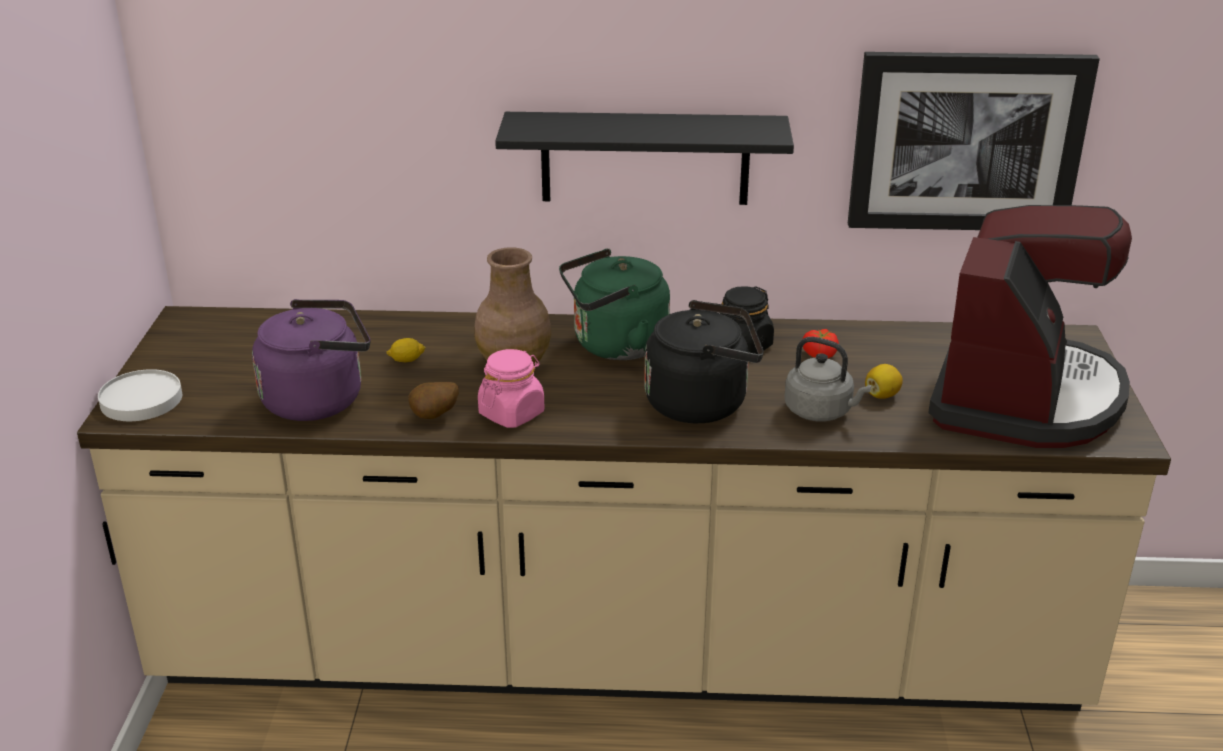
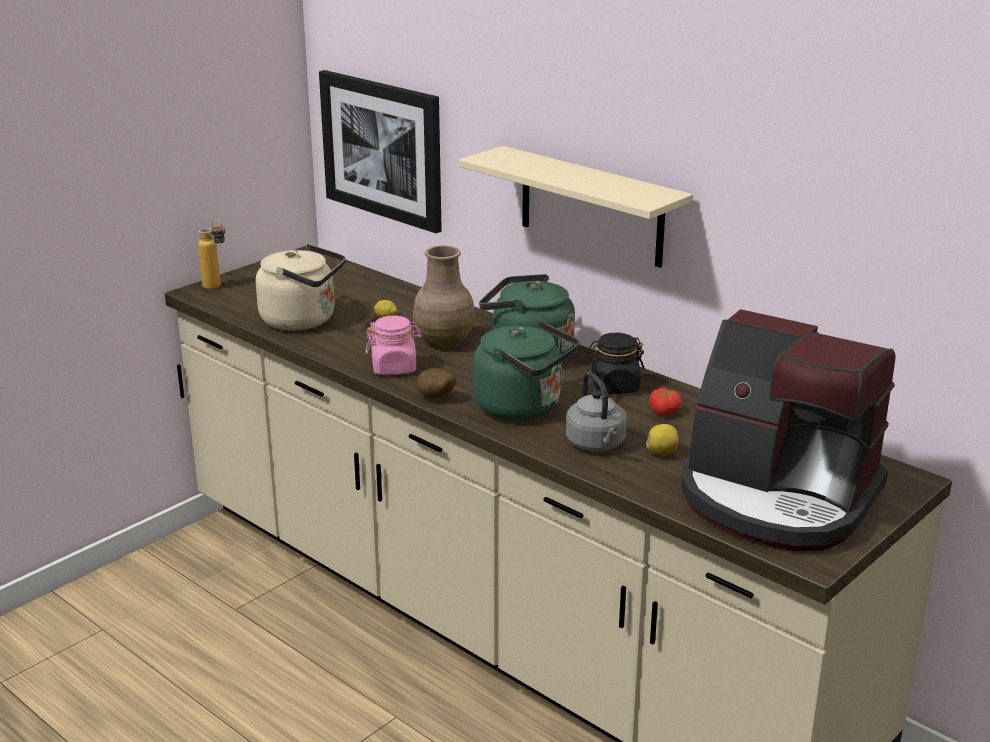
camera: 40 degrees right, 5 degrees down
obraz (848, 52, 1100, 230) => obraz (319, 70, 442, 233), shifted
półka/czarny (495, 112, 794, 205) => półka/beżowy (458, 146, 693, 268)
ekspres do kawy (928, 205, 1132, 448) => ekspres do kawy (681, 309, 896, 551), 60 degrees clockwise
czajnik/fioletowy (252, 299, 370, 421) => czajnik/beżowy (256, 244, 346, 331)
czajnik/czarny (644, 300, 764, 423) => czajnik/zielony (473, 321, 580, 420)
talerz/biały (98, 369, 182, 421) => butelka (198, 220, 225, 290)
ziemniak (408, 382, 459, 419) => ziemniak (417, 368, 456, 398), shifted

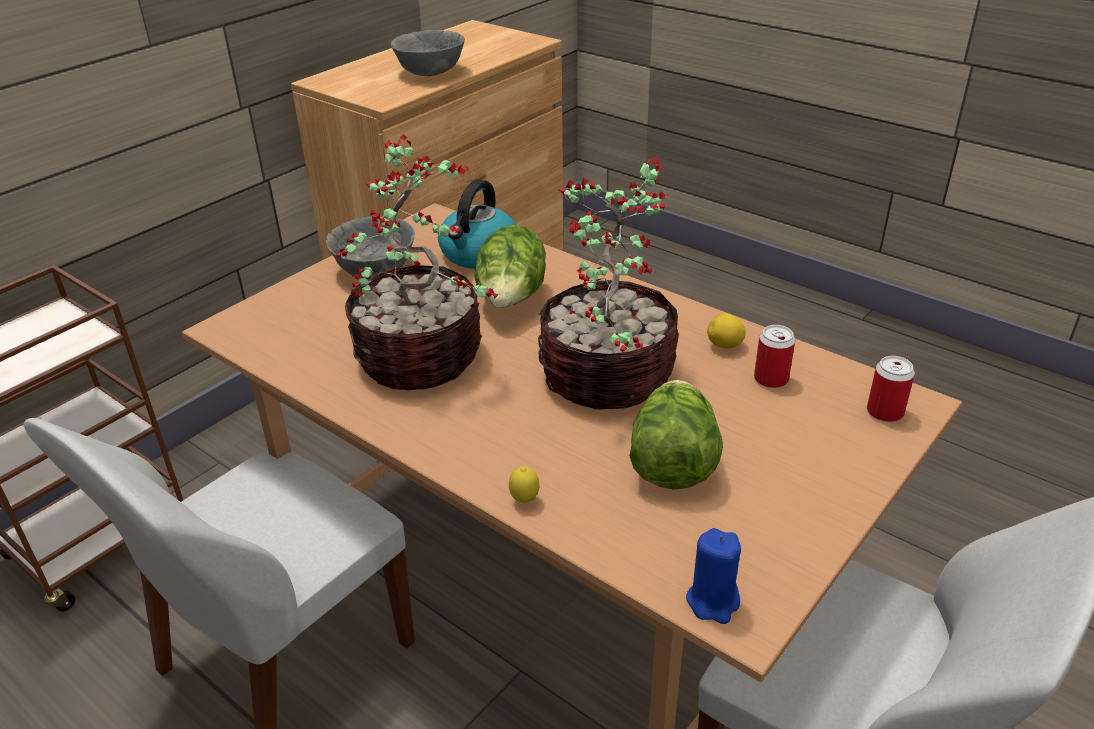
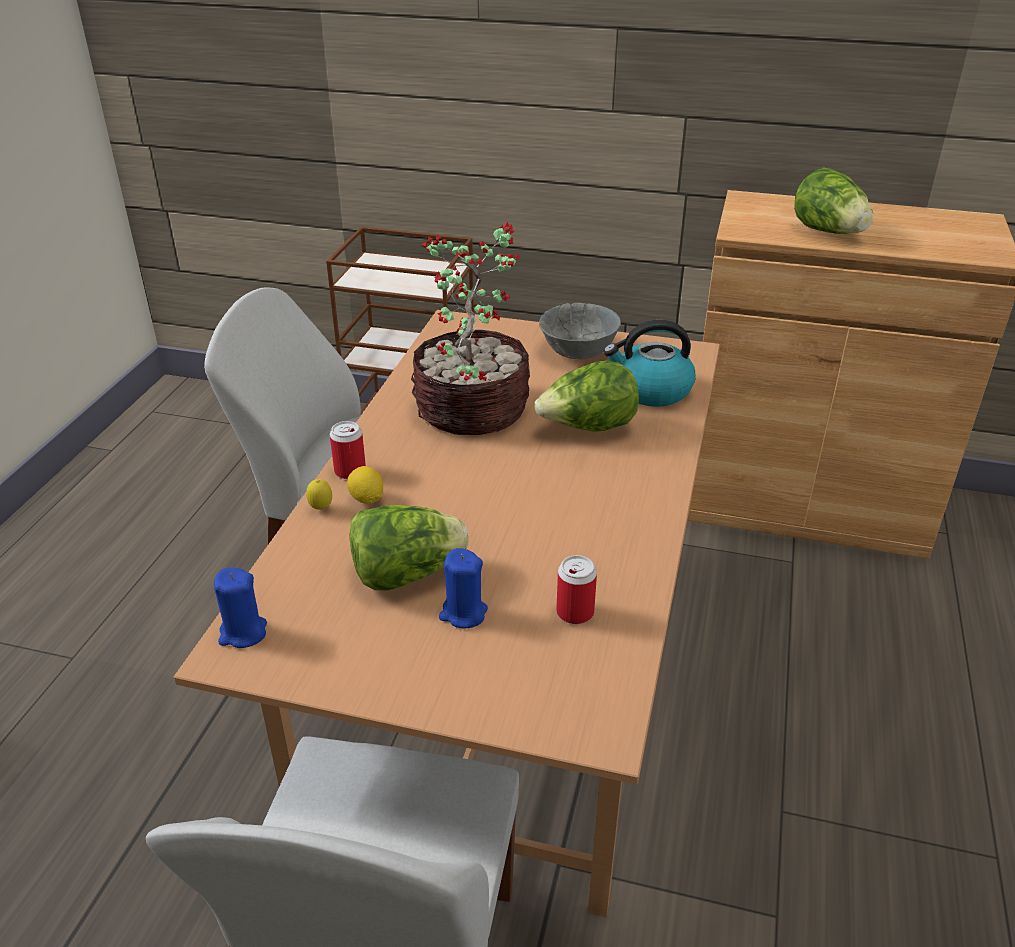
camera: 65 degrees right, 0 degrees up
miska/szary (391, 30, 465, 76) => sałata (794, 168, 873, 234)
roślina doniczkowa (538, 156, 679, 410) => nothing
cytryna (707, 313, 746, 348) => cytryna (347, 466, 383, 504), shifted
puszka (867, 356, 915, 422) => puszka (330, 421, 366, 479), shifted
nothing => świeca/niebieski (439, 548, 488, 628)

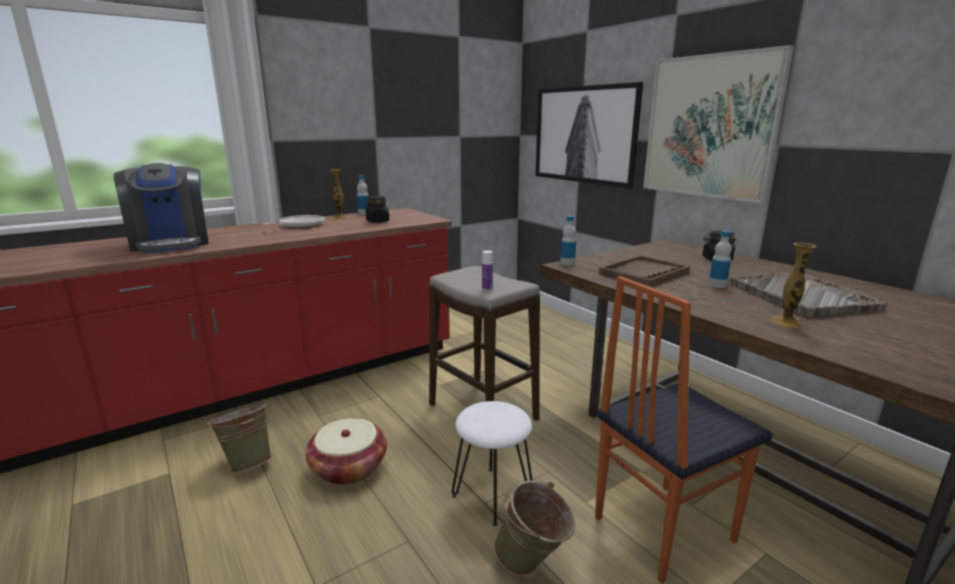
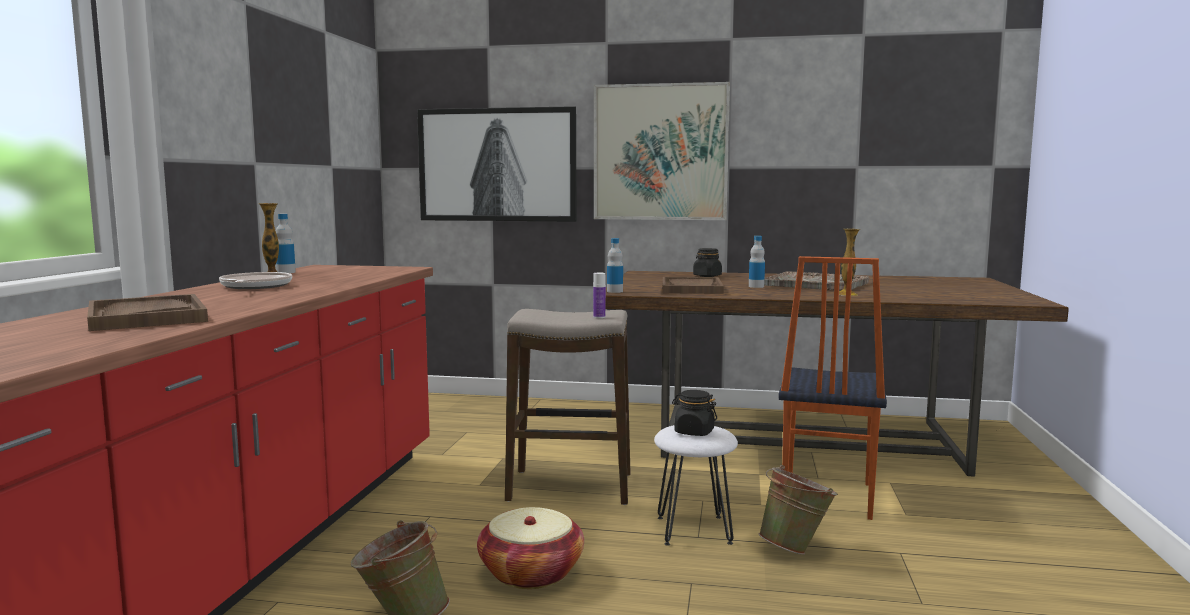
camera: 45 degrees left, 10 degrees down
ekspres do kawy (114, 163, 209, 253) => taca/brązowy (87, 294, 208, 331)
słoik/czarny (366, 196, 389, 223) => słoik/czarny (672, 390, 717, 436), shifted

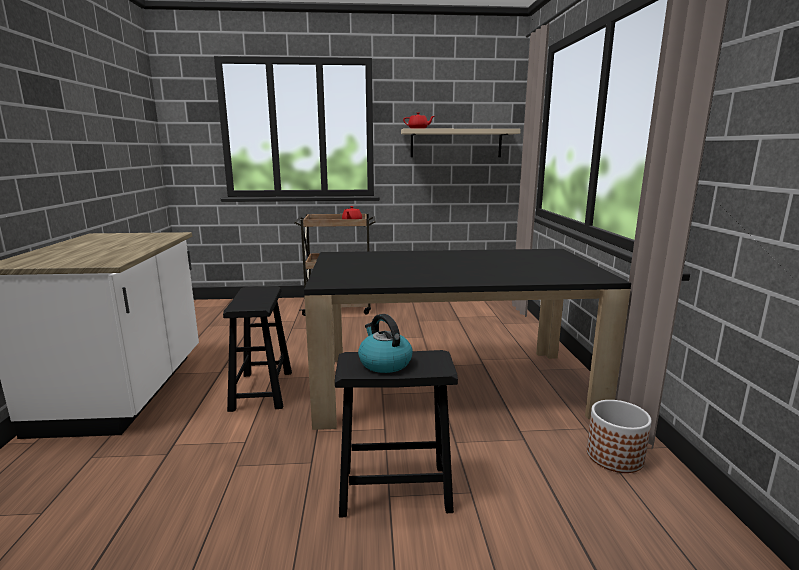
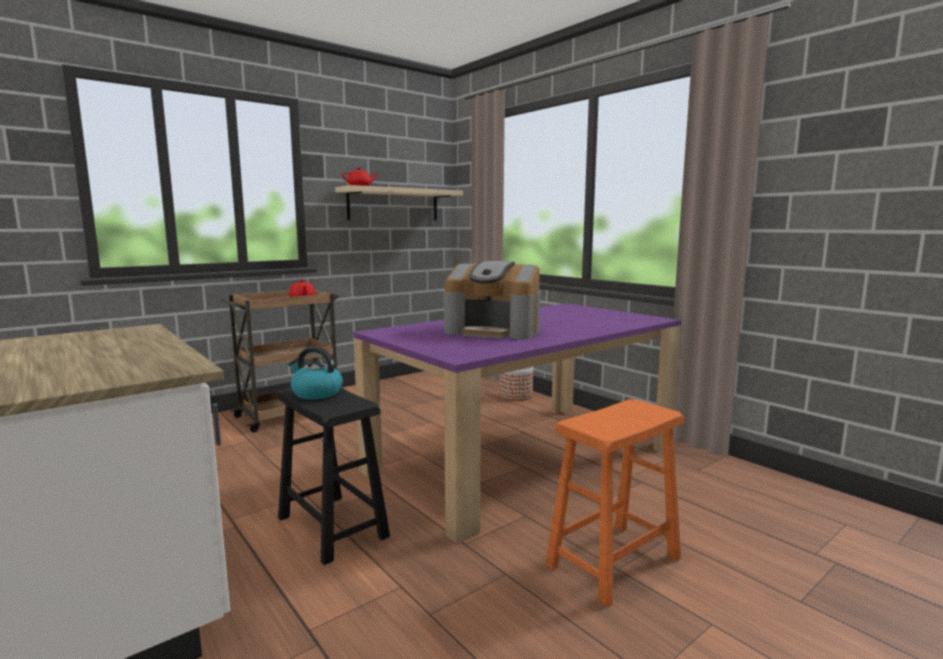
camera: 35 degrees left, 5 degrees down
stół jadalny/czarny (304, 249, 631, 430) => stół jadalny/fioletowy (353, 303, 681, 544)
czajnik (358, 314, 413, 373) => czajnik (288, 346, 343, 399), shifted
stołek/czarny (335, 350, 458, 517) => stołek/pomarańczowy (545, 399, 684, 607)
donica (587, 400, 652, 473) => donica (500, 367, 533, 401), shifted
nothing => ekspres do kawy (444, 261, 540, 339)

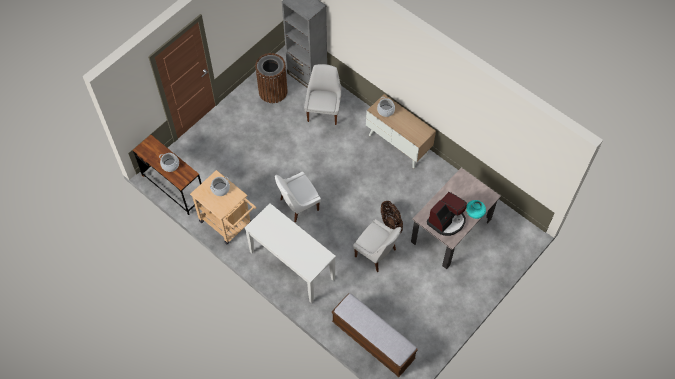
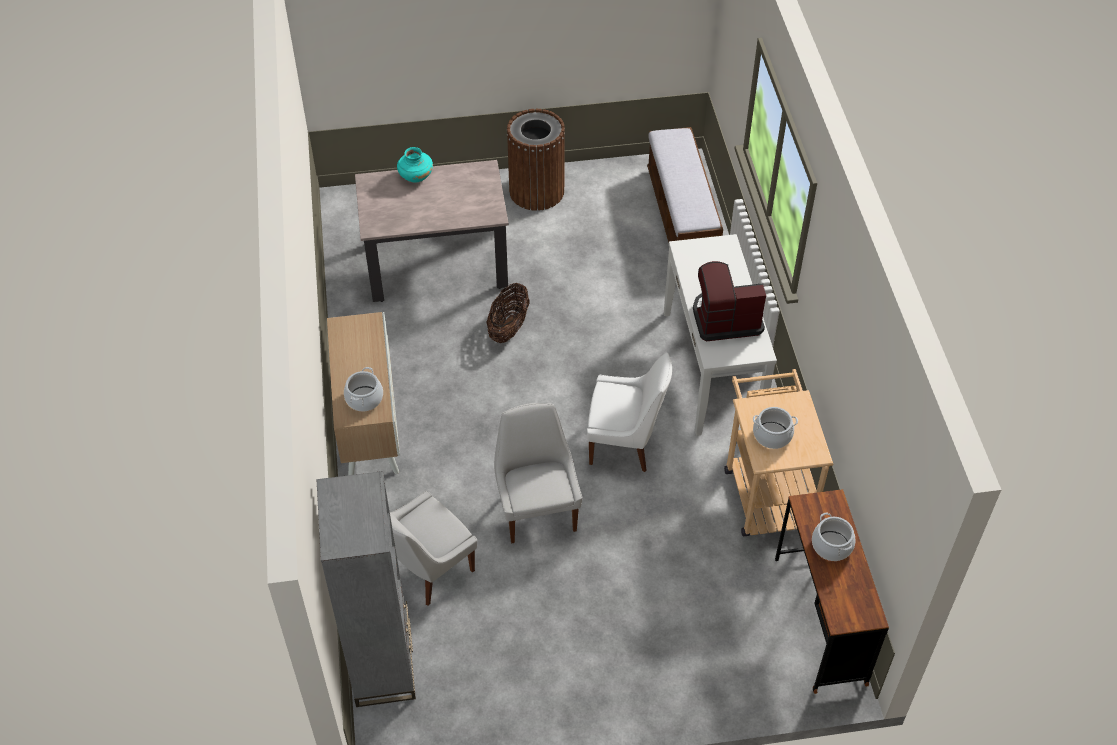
camera: 140 degrees left, 10 degrees down
kosz na śmieci/brązowy (255, 53, 288, 103) => kosz na śmieci/brązowy (507, 109, 565, 211), shifted
ekspres do kawy (427, 192, 467, 236) => ekspres do kawy (693, 261, 766, 342), shifted
krzesło/biały (353, 219, 401, 272) => krzesło/biały (494, 403, 582, 543), shifted

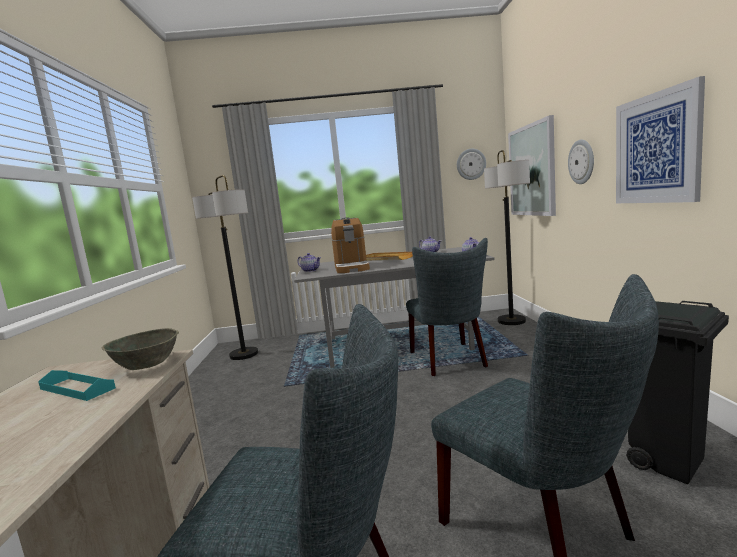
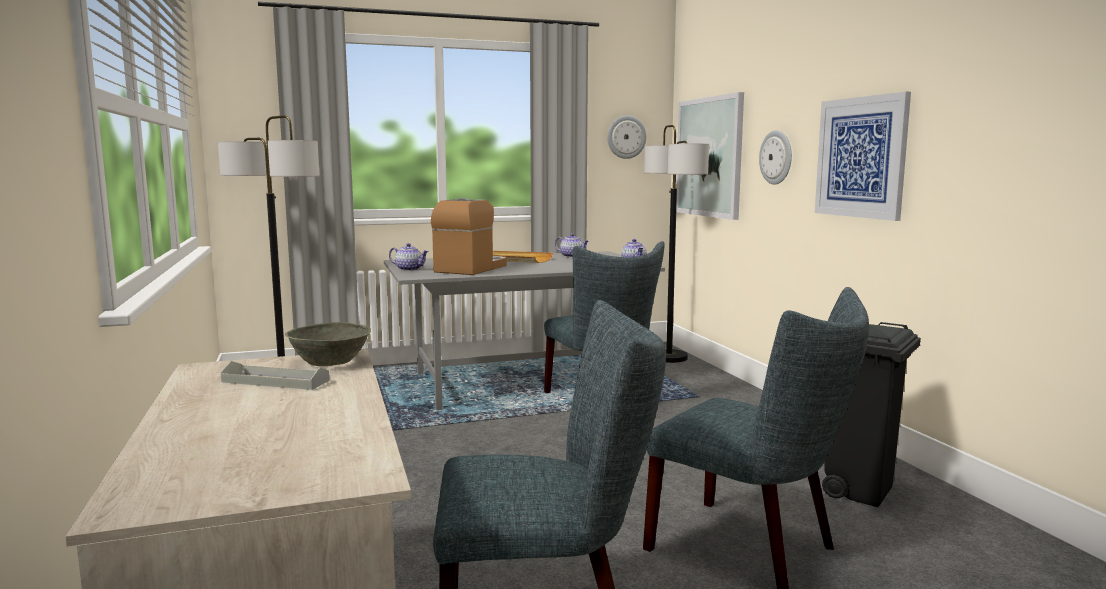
camera: 15 degrees left, 0 degrees up
ekspres do kawy (331, 217, 370, 273) => ekspres do kawy (431, 198, 507, 275), 135 degrees counterclockwise
taca/turkusowy (38, 370, 116, 401) => taca/szary (221, 361, 329, 390)

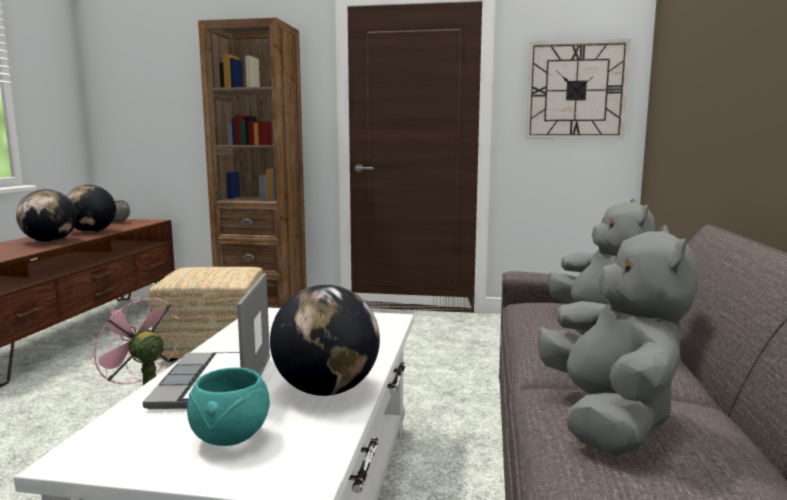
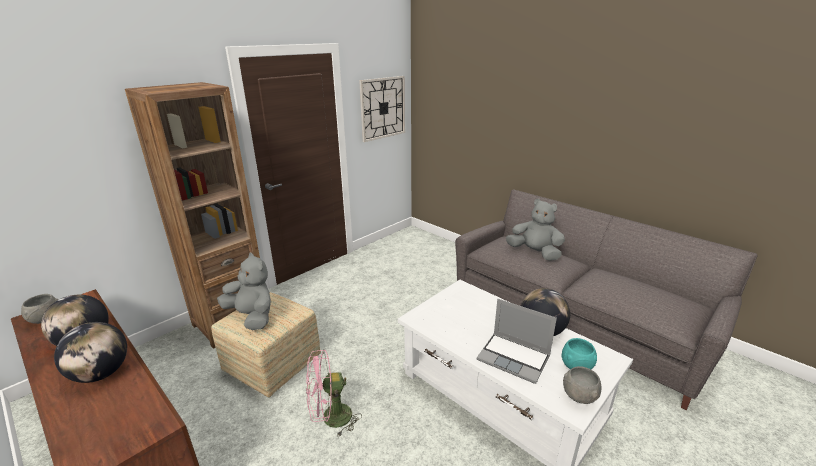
camera: 55 degrees left, 15 degrees up
pluszak/szary (537, 225, 697, 456) => pluszak/szary (217, 253, 271, 330), shifted
nothing => miska/szary (563, 366, 601, 404)

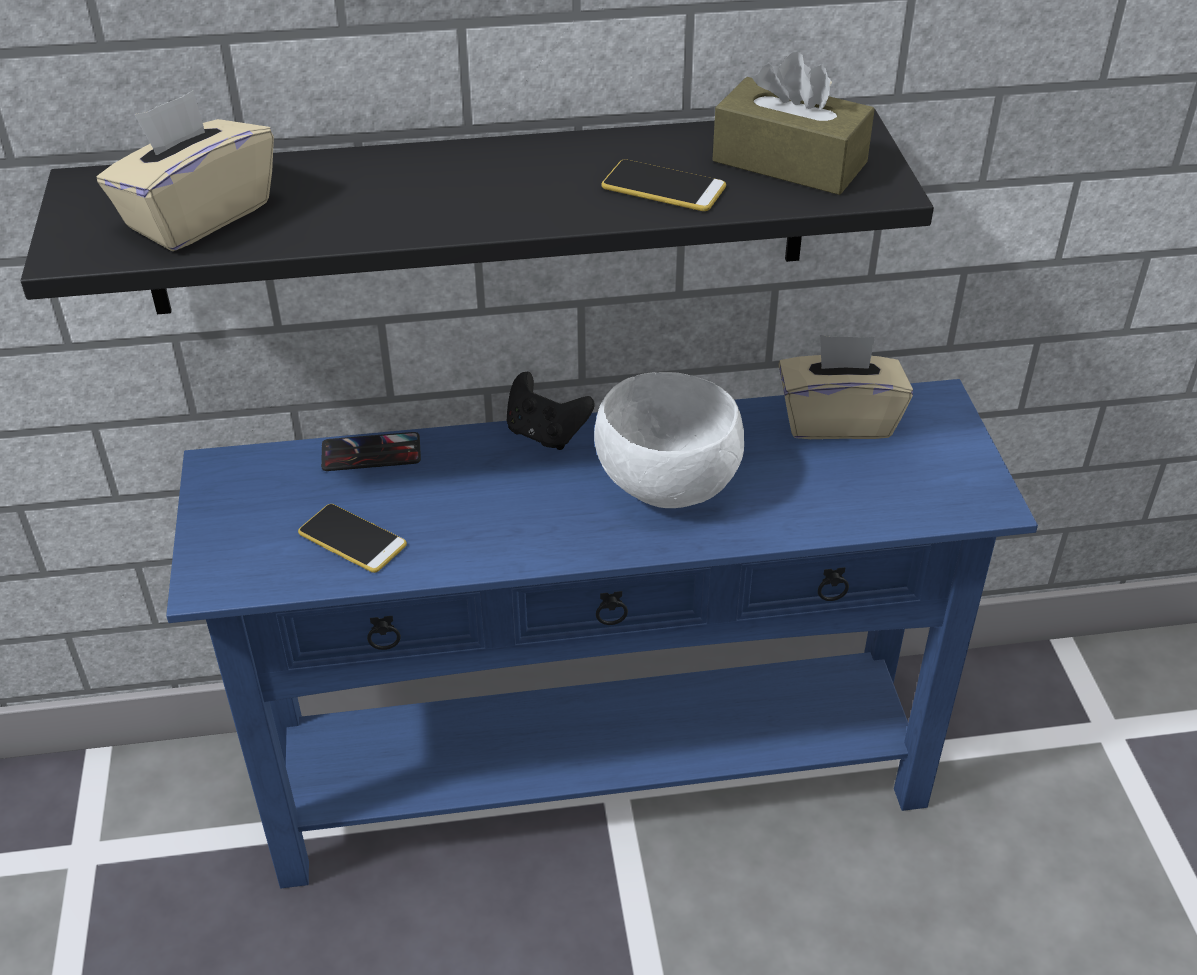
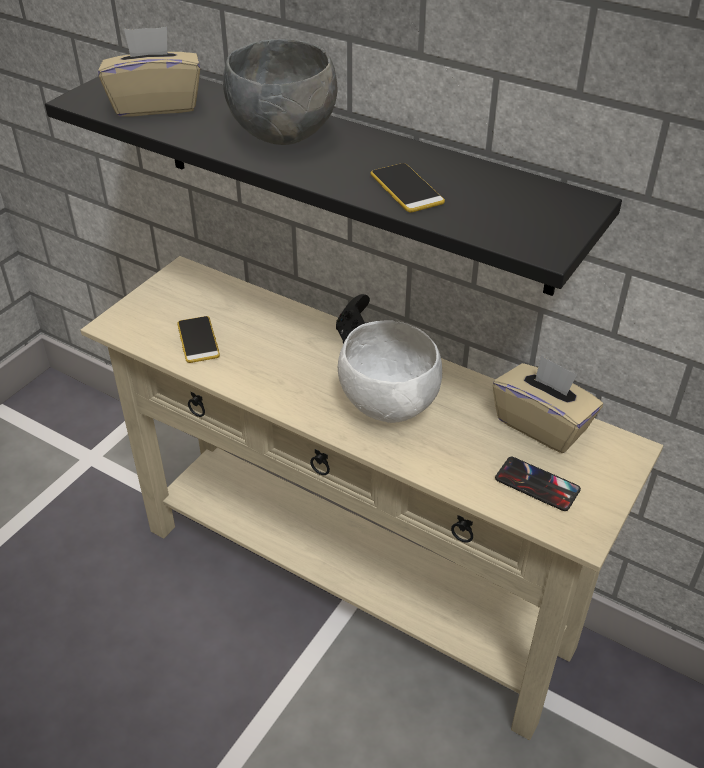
camera: 40 degrees right, 0 degrees up
pudełko chusteczek/brązowy (713, 52, 875, 195) => nothing
stolik konsolowy/niebieski (166, 379, 1038, 888) => stolik konsolowy/beżowy (80, 256, 663, 740)
telefon (321, 432, 421, 471) => telefon (495, 457, 581, 511), shifted
nothing => miska/szary (223, 39, 337, 145)

